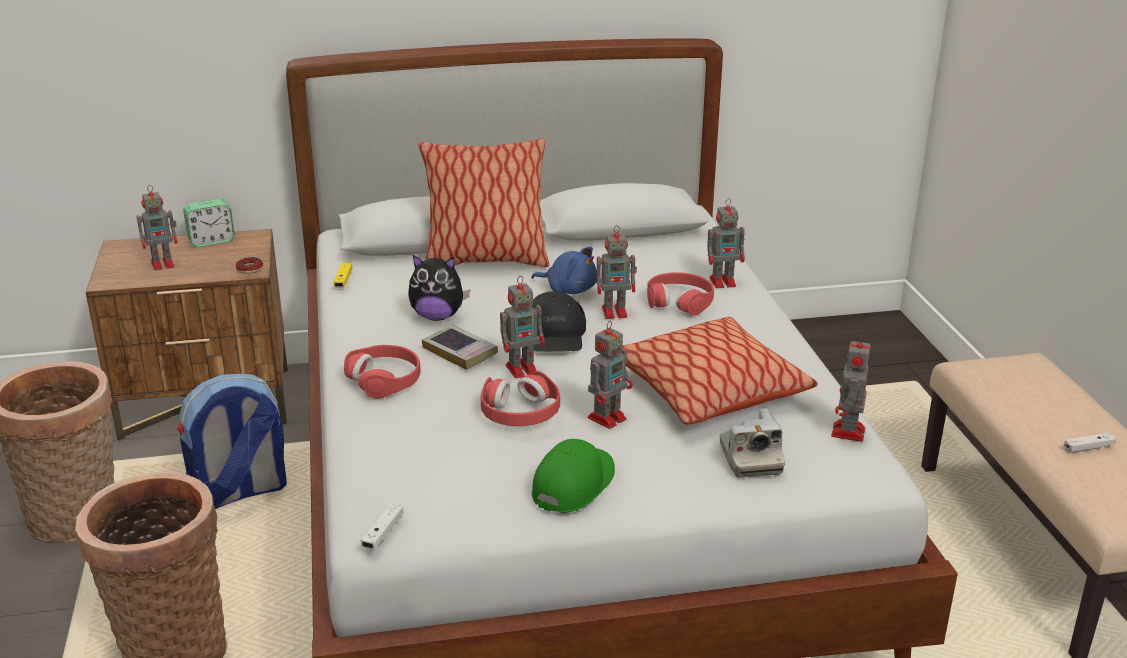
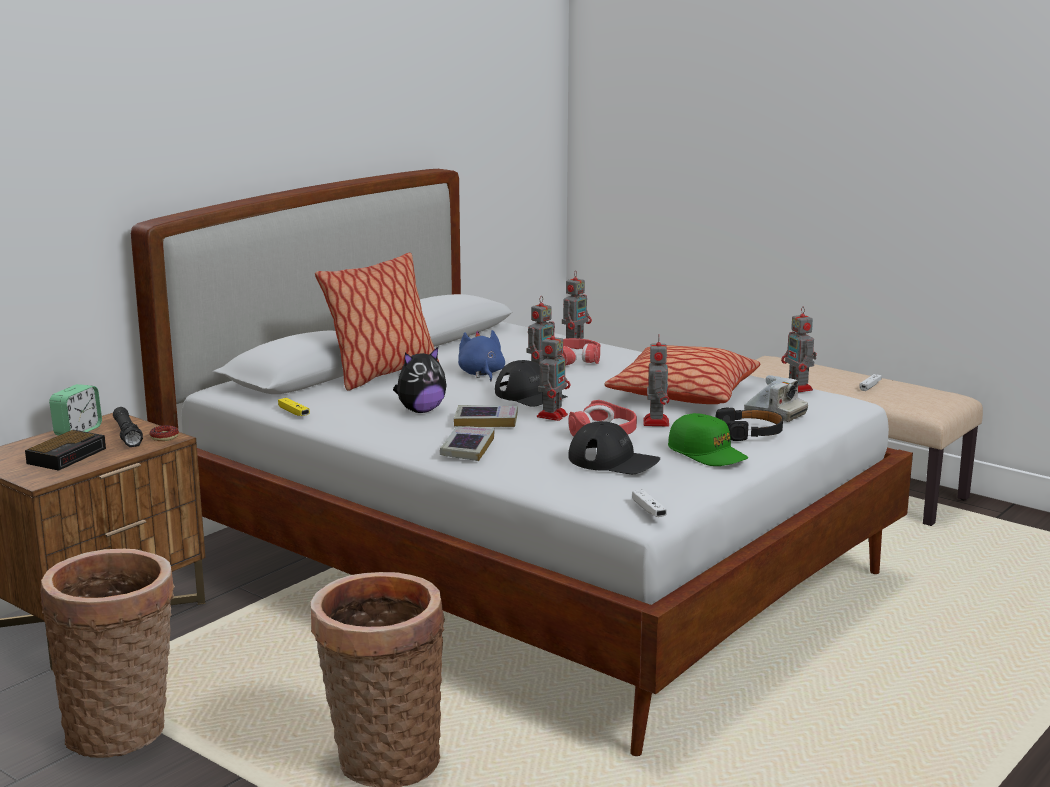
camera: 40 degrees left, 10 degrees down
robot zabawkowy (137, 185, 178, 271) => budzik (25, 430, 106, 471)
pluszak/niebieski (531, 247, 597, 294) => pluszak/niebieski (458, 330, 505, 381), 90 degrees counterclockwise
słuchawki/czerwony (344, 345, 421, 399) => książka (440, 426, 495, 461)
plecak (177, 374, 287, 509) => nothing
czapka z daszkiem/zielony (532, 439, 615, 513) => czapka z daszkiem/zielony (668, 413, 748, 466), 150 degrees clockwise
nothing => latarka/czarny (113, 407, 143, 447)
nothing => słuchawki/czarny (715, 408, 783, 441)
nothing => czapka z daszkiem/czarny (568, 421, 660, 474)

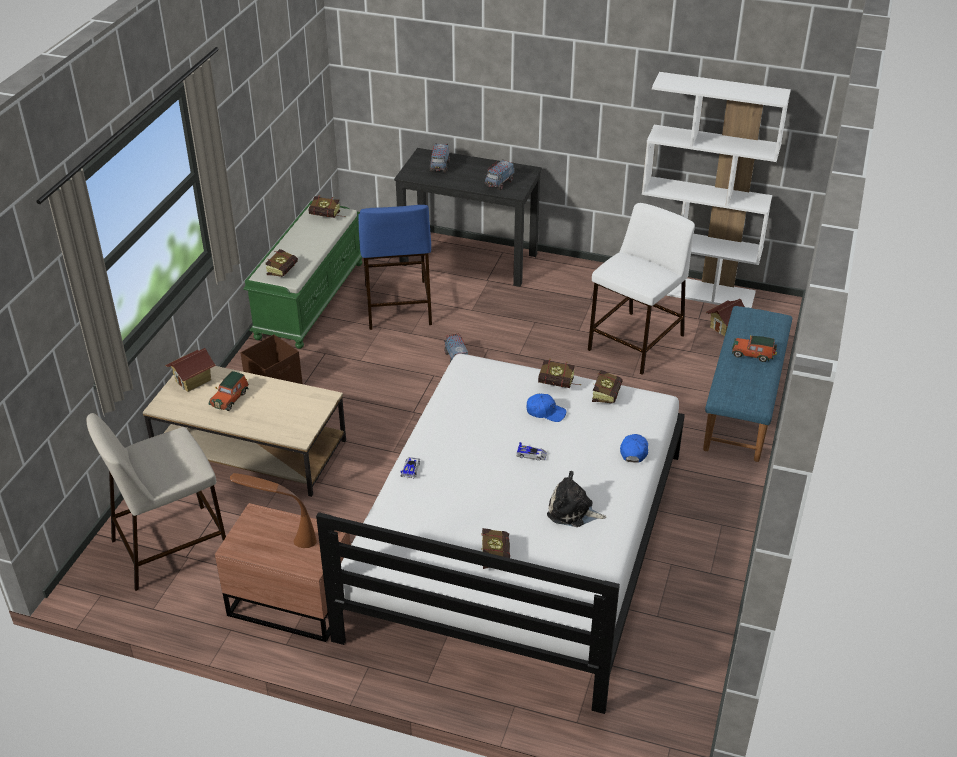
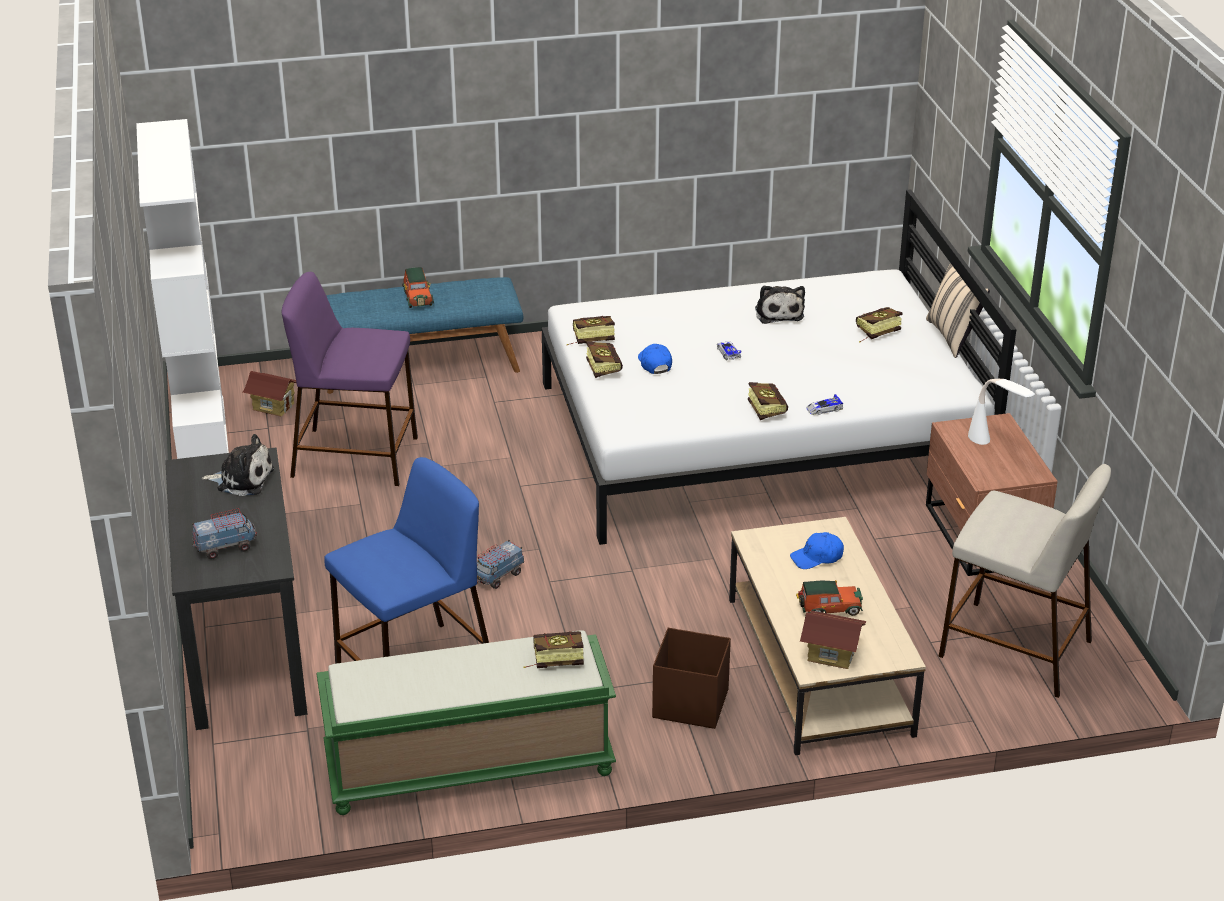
camera: 120 degrees left, 5 degrees down
ciężarówka zabawkowa (485, 159, 515, 190) => pluszak (202, 434, 274, 496)
książka (308, 196, 346, 218) => książka (748, 382, 788, 420), shifted
stołek/biały (588, 203, 695, 375) => stołek/fioletowy (282, 272, 418, 486)
czapka z daszkiem/niebieski (620, 434, 648, 462) => czapka z daszkiem/niebieski (790, 532, 844, 569), shifted
lampa stołowa/brązowy (230, 473, 317, 548) => lampa stołowa/biały (968, 379, 1035, 445)
nothing => poduszka/beżowy (926, 254, 990, 358)

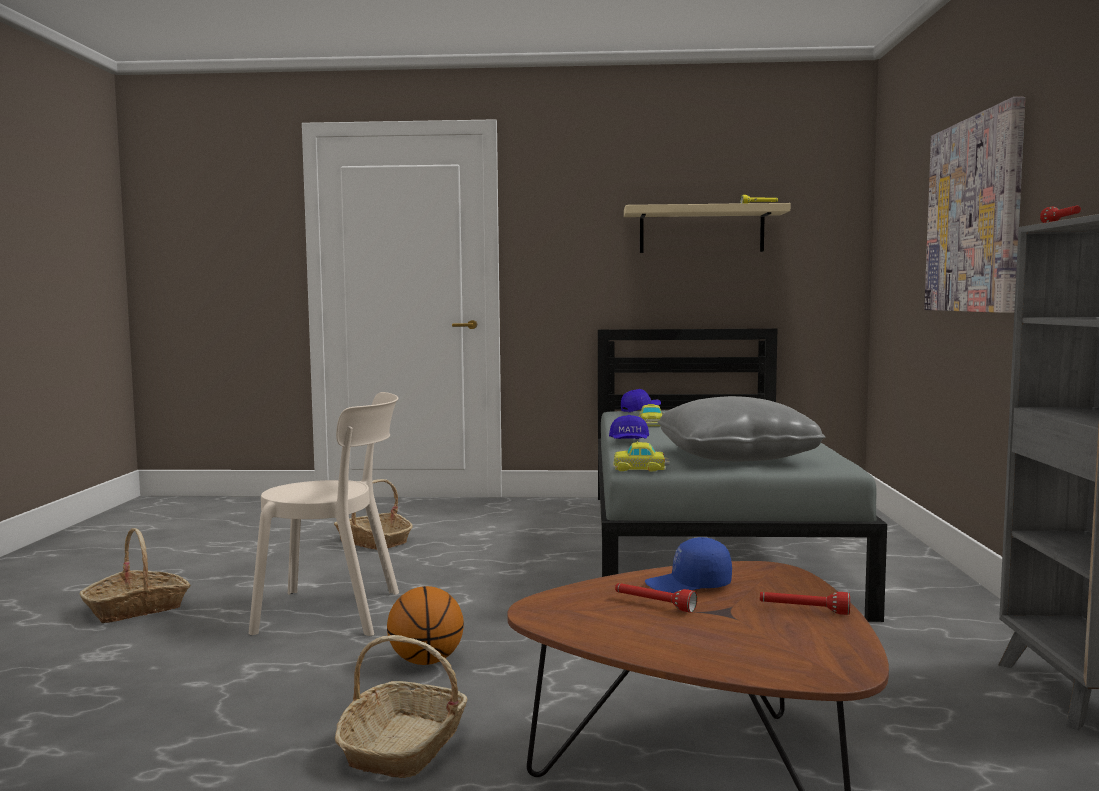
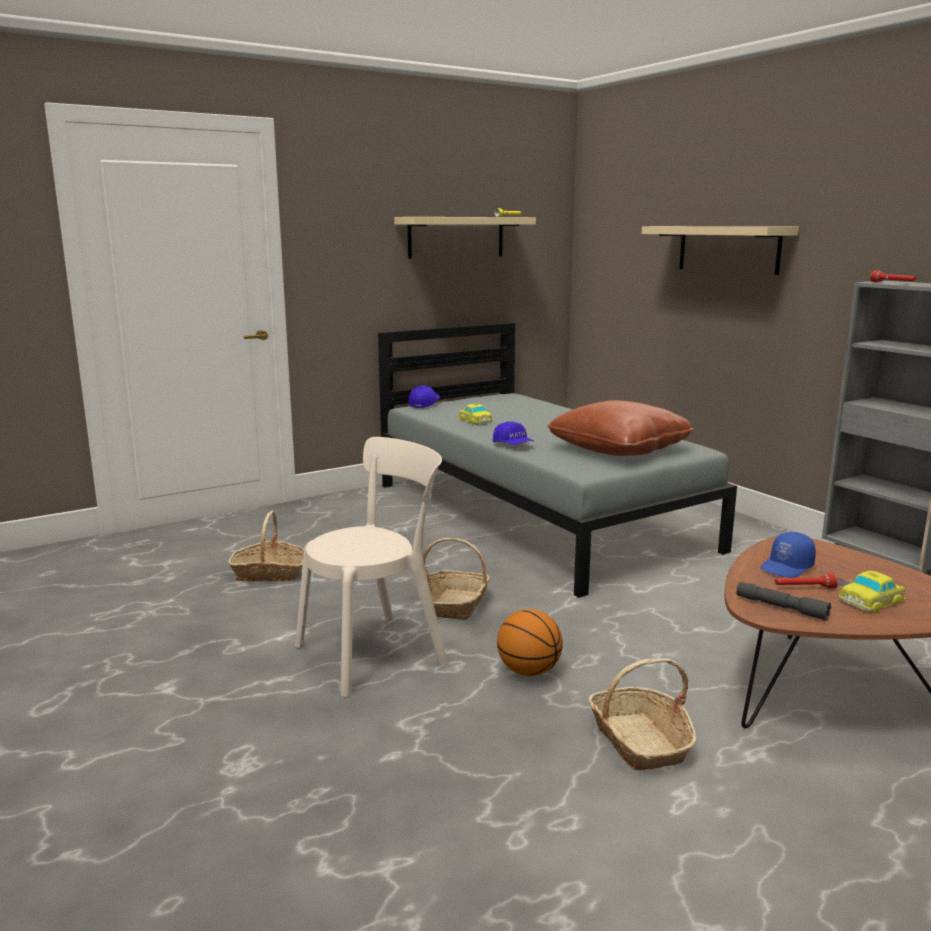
camera: 35 degrees left, 10 degrees up
obraz (924, 97, 1025, 313) => półka/beżowy (642, 226, 799, 275)
poduszka/szary (658, 396, 825, 462) => poduszka/brązowy (547, 400, 694, 456)
samochodzik (613, 441, 670, 472) => samochodzik (839, 571, 906, 613), shifted
koszyk (80, 528, 191, 623) => koszyk (419, 538, 490, 620), shifted
latarka/czerwony (760, 592, 850, 615) => nothing
nothing => latarka/szary (736, 582, 831, 621)

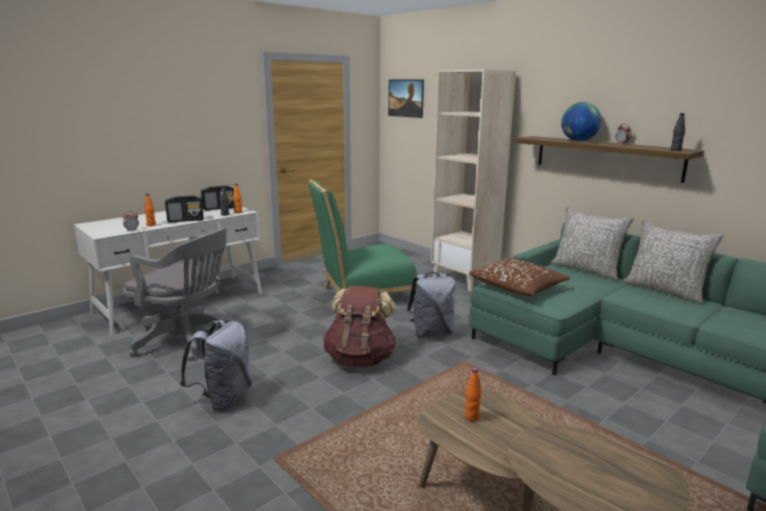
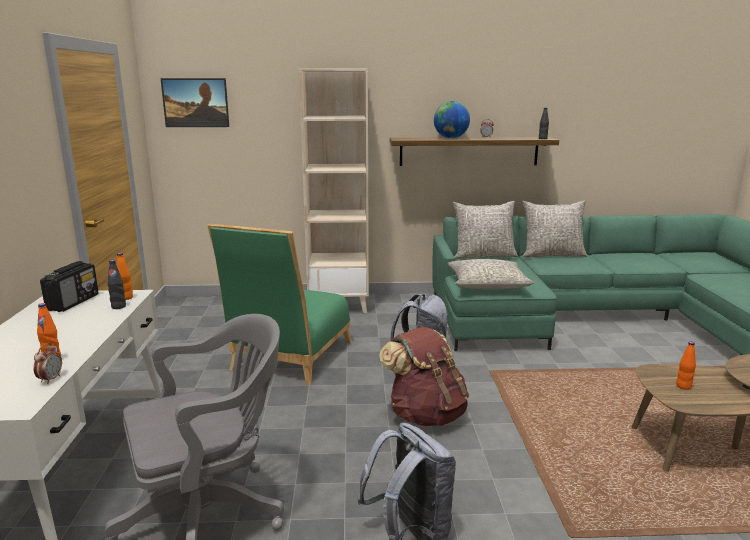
camera: 50 degrees left, 0 degrees up
radio (165, 196, 204, 223) => nothing
poduszka/brązowy (469, 259, 571, 296) => poduszka/szary (447, 259, 534, 289)

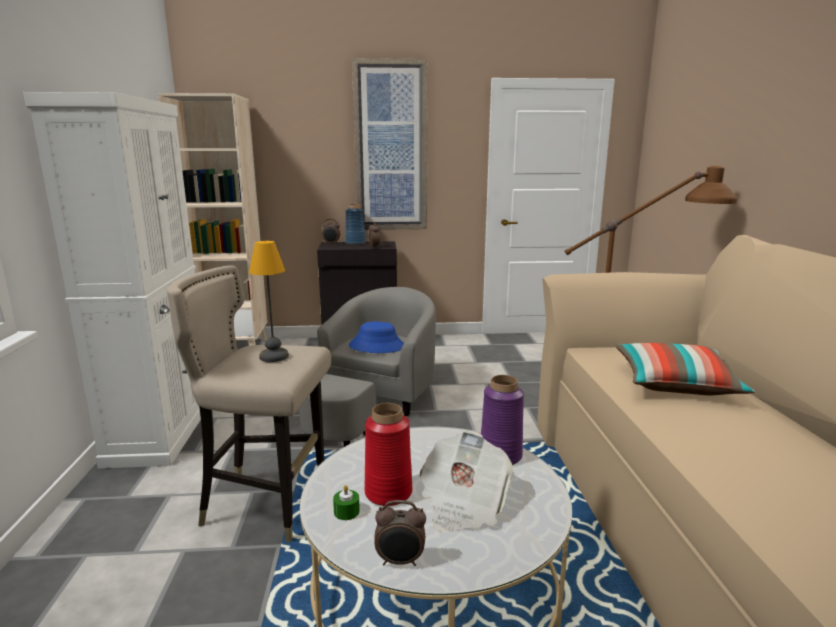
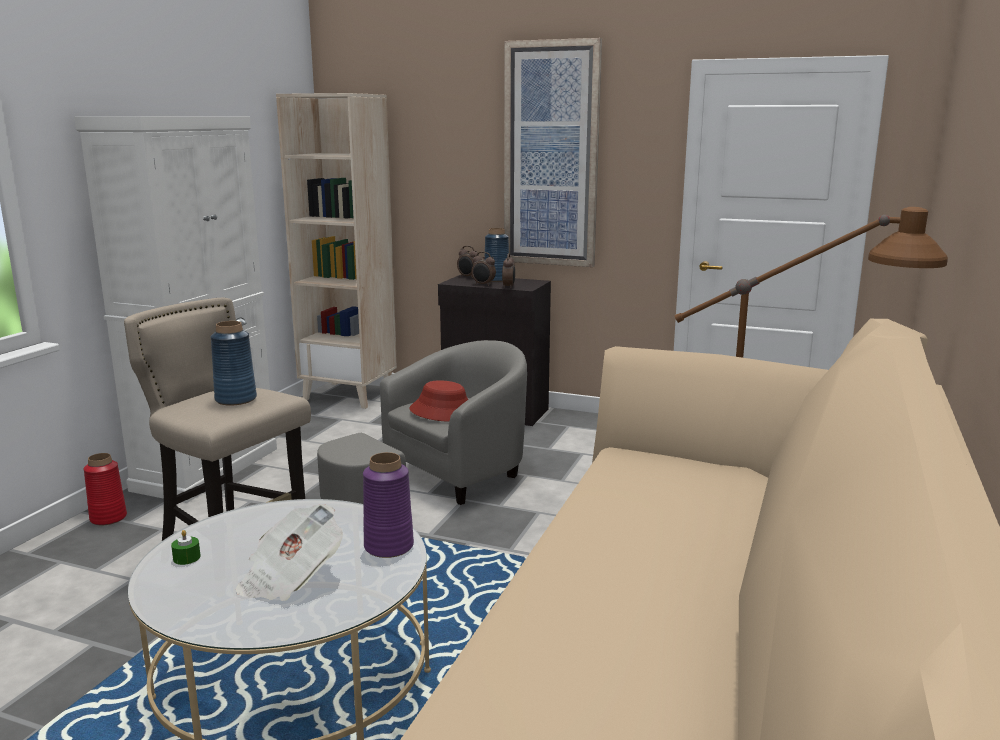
camera: 25 degrees right, 0 degrees up
lampa stołowa (249, 241, 289, 362) => wazon/niebieski (211, 321, 257, 406)
kapelusz/niebieski (349, 321, 404, 353) => kapelusz/czerwony (409, 380, 468, 422)
poduszka (615, 343, 755, 395) => nothing
wazon/czerwony (365, 403, 412, 506) => wazon/czerwony (84, 453, 127, 525), shifted
budzik (374, 500, 426, 566) => budzik (471, 252, 496, 286), shifted

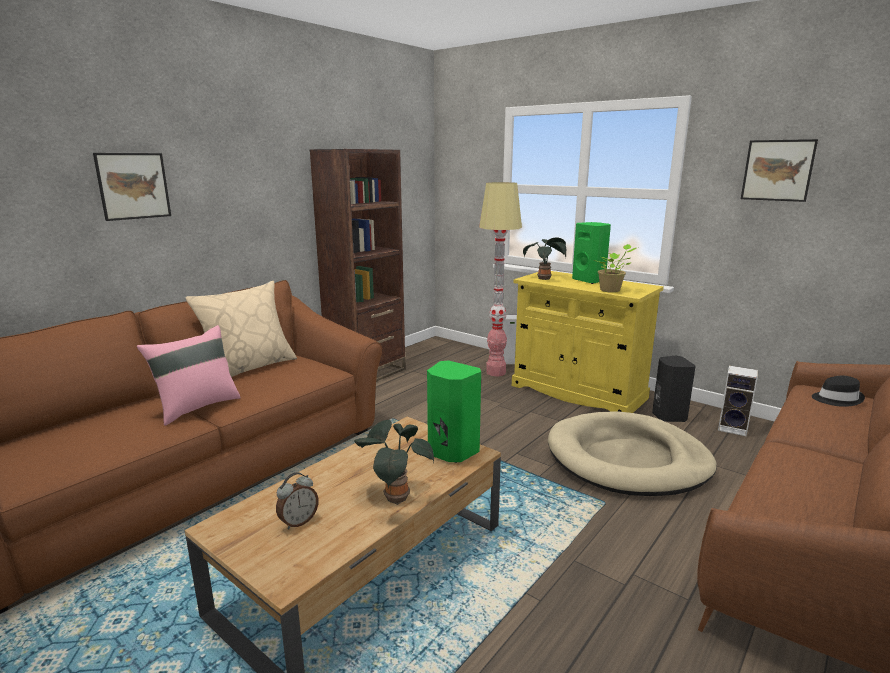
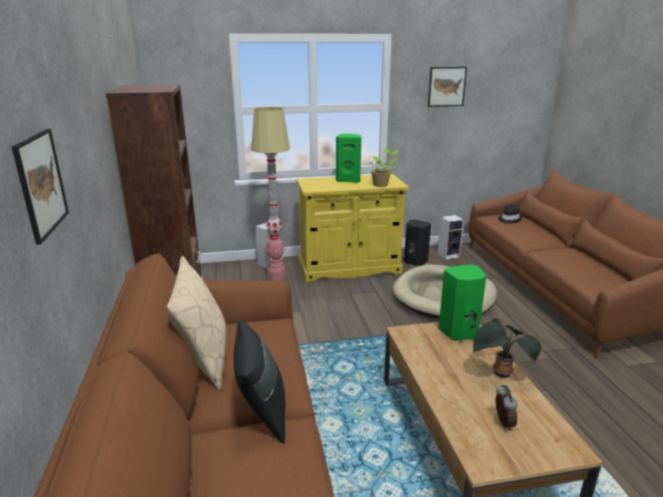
camera: 50 degrees left, 5 degrees up
roślina doniczkowa (523, 237, 566, 280) => nothing
poduszka/różowy (137, 325, 241, 426) => poduszka/czarny (234, 320, 286, 444)

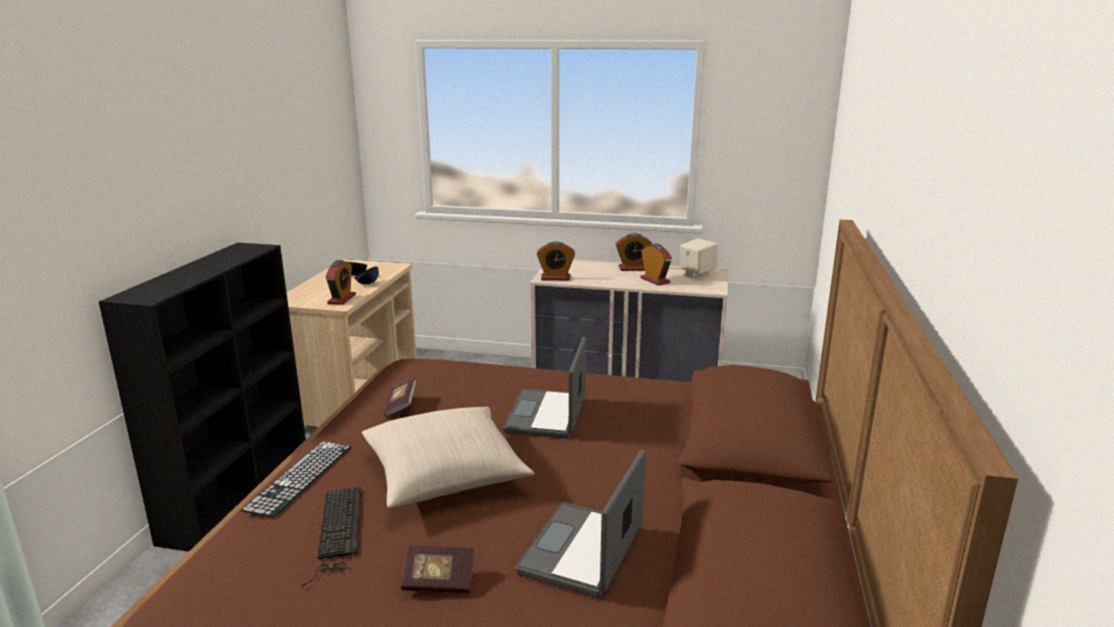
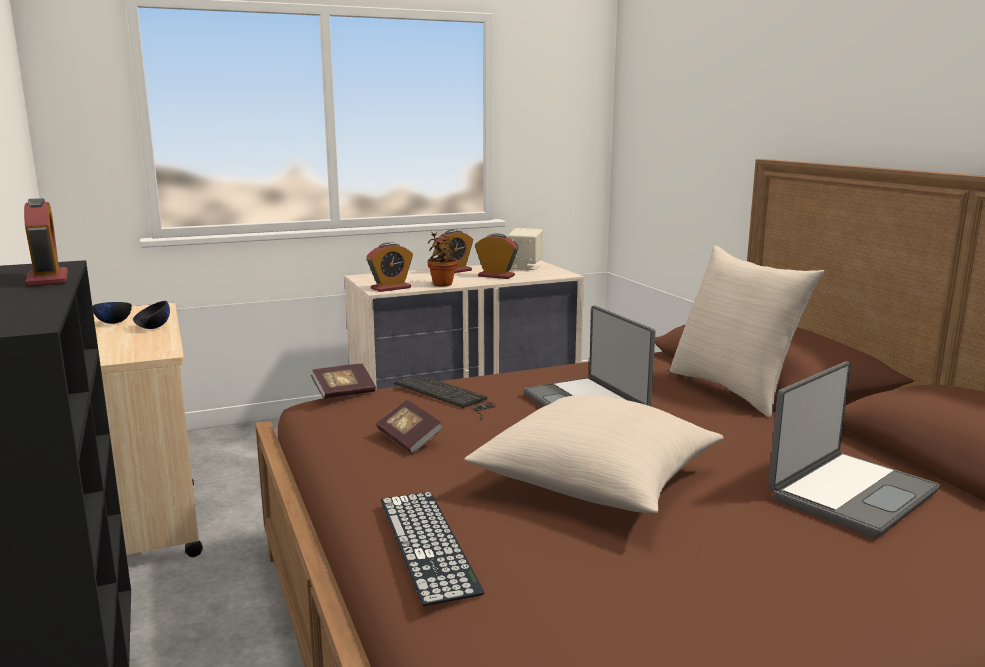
camera: 35 degrees left, 5 degrees down
budzik (326, 260, 356, 305) => budzik (24, 198, 68, 287), shifted
laptop (515, 449, 646, 598) => laptop (768, 361, 940, 538), 120 degrees counterclockwise
klawiatura (301, 487, 361, 587) => klawiatura (394, 374, 496, 420), shifted
książka (401, 545, 474, 593) => książka (311, 364, 376, 399), shifted
nothing => roślina doniczkowa (427, 232, 458, 287)
nothing => poduszka/beżowy (670, 245, 825, 417)

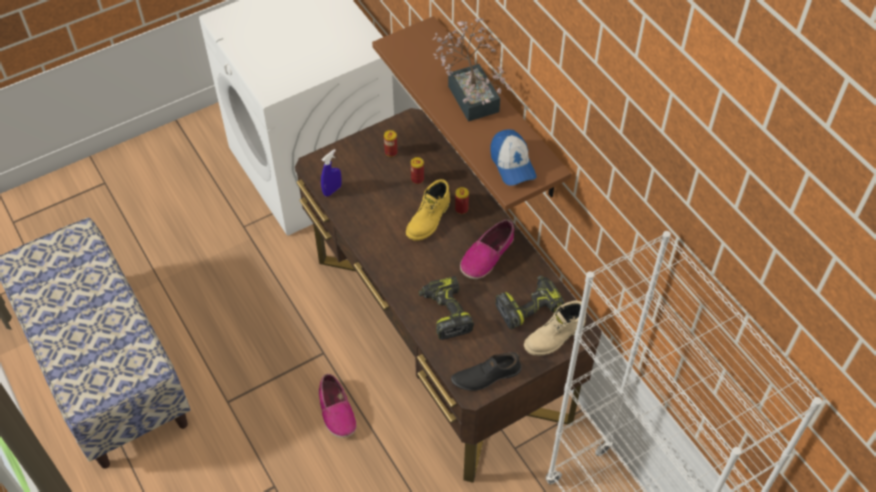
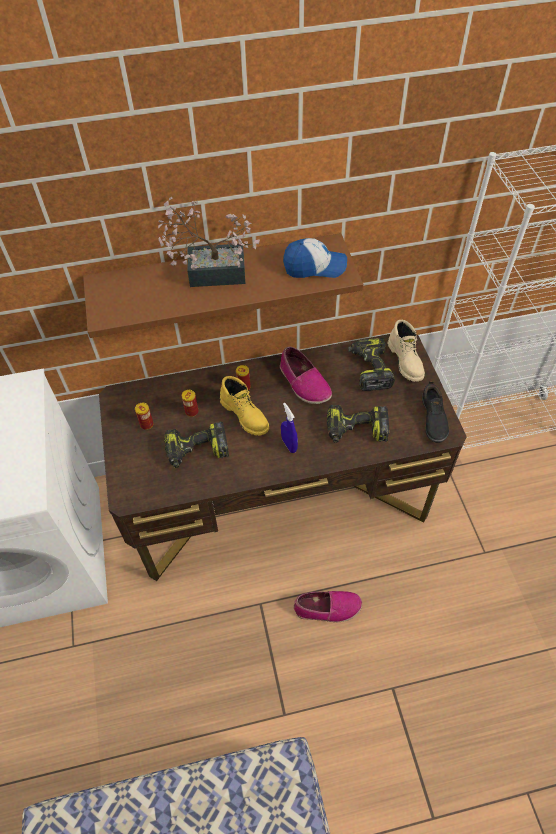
camera: 70 degrees left, 0 degrees up
spryskiwacz/niebieski (321, 149, 342, 197) => spryskiwacz/niebieski (281, 403, 298, 453), shifted
nothing => wiertarka (164, 422, 229, 468)

